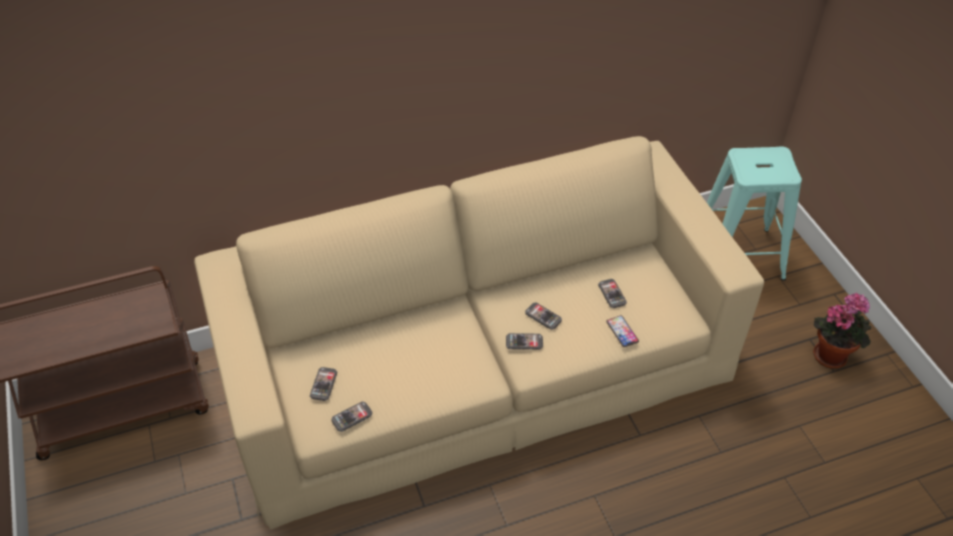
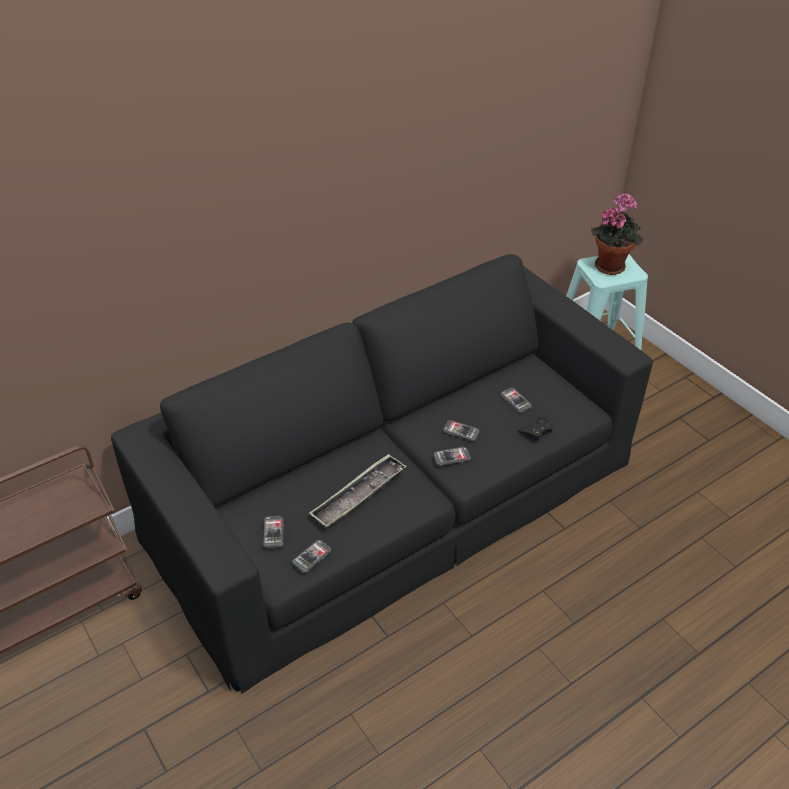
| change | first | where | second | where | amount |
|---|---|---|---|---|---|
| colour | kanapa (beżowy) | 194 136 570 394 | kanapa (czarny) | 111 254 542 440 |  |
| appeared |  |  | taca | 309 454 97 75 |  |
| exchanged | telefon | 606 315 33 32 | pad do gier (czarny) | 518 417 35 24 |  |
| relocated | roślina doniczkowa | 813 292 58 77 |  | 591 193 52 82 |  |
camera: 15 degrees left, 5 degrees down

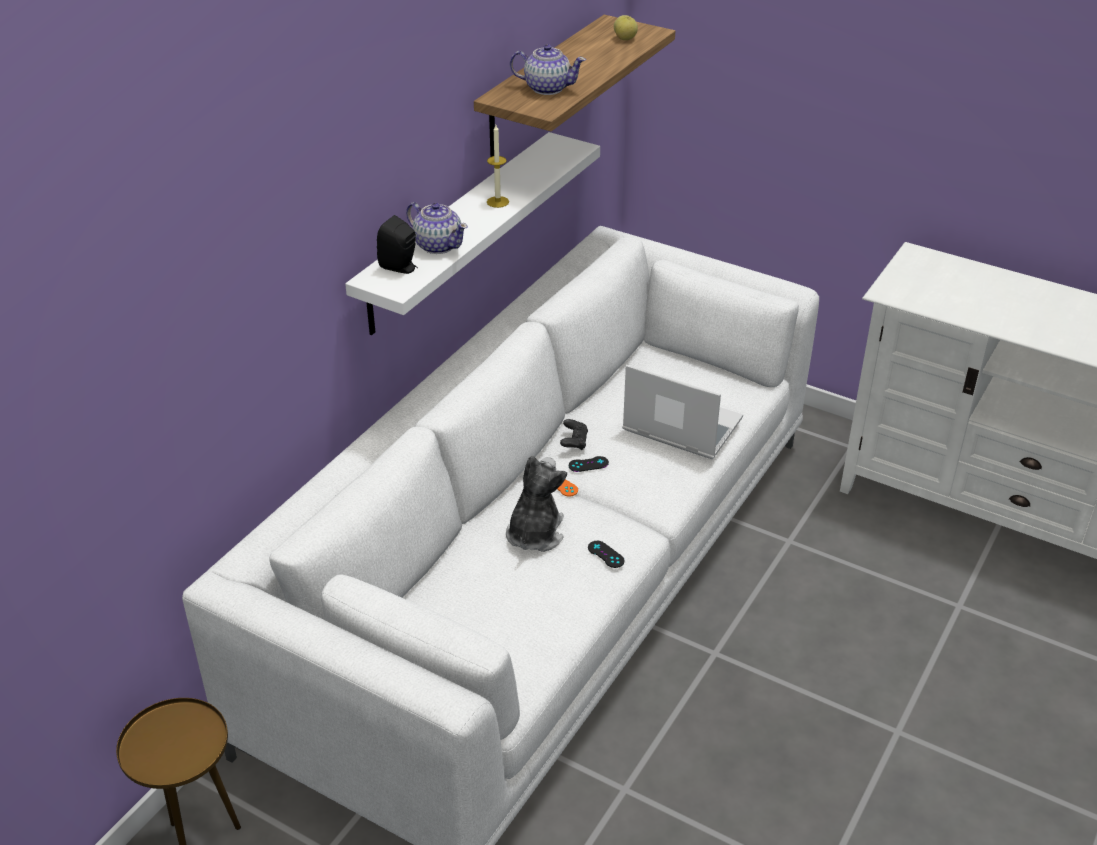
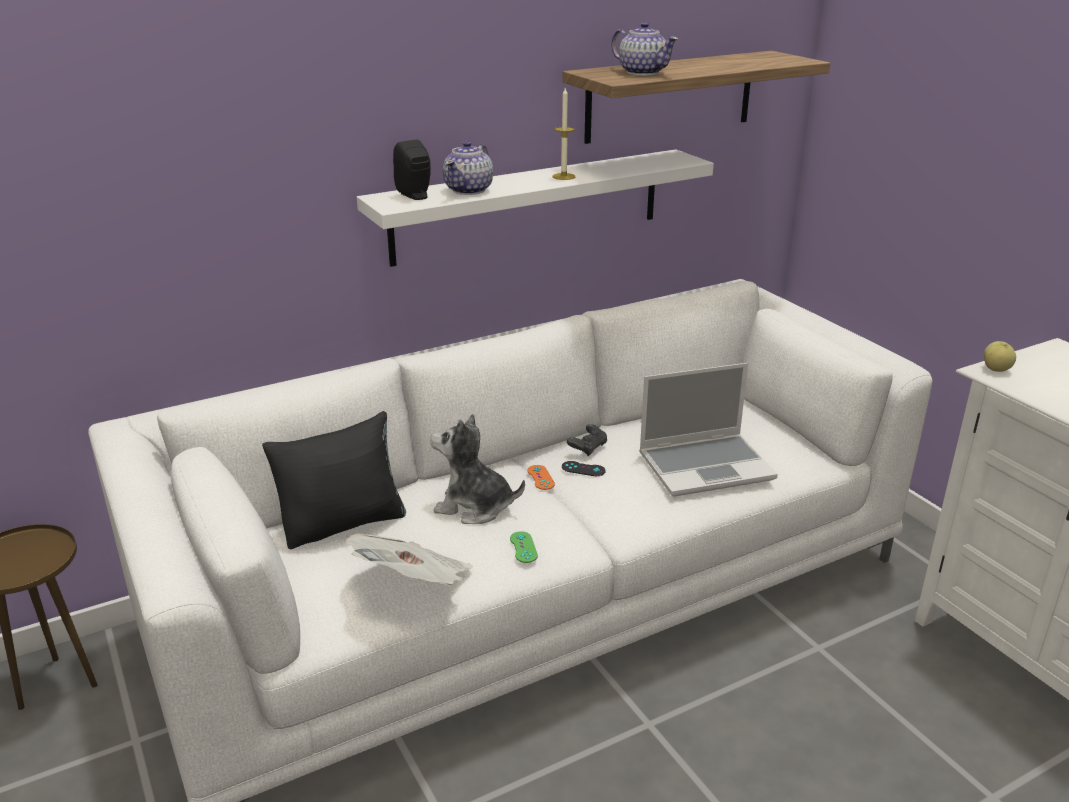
| change | first | where | second | where | amount |
|---|---|---|---|---|---|
| appeared |  |  | poduszka (czarny) | 262 411 144 138 |  |
| appeared |  |  | gazeta | 345 533 128 52 |  |
| spun | pluszak | 506 456 61 96 |  | 430 414 95 110 | 120 degrees counterclockwise |
| spun | imbryk | 406 202 62 52 |  | 443 141 50 54 | 45 degrees clockwise |
| colour | pad do gier (czarny) | 588 541 37 27 | pad do gier (zielony) | 510 531 28 32 |  |
| spun | laptop | 622 364 121 95 |  | 639 363 139 134 | 105 degrees clockwise |
| relocated | jabłko | 614 15 24 25 |  | 984 341 32 31 |  |
camera: 30 degrees right, 10 degrees down

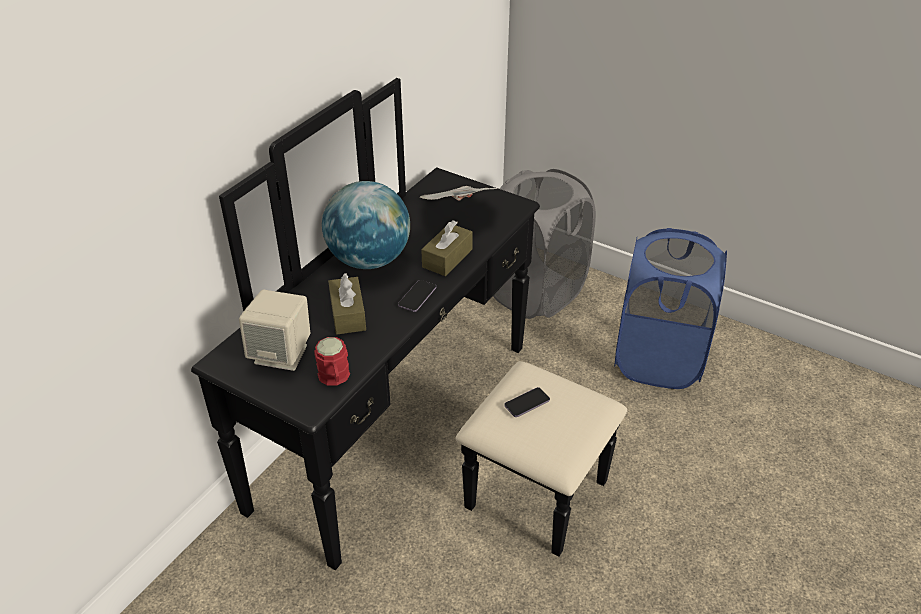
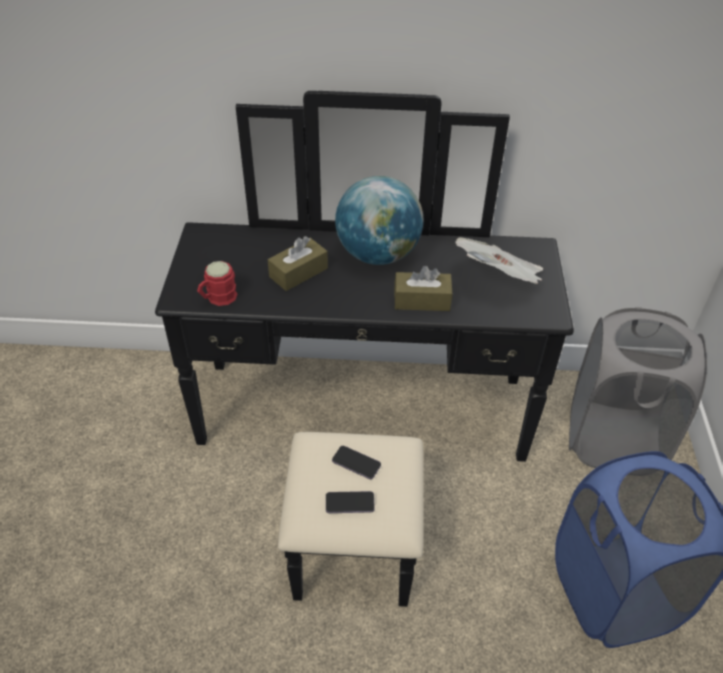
| change | first | where | second | where | amount |
|---|---|---|---|---|---|
| relocated | telefon | 398 280 38 32 |  | 326 491 49 22 |  |
| missing | głośnik (beżowy) | 239 290 71 81 |  |  |  |
camera: 60 degrees right, 5 degrees up

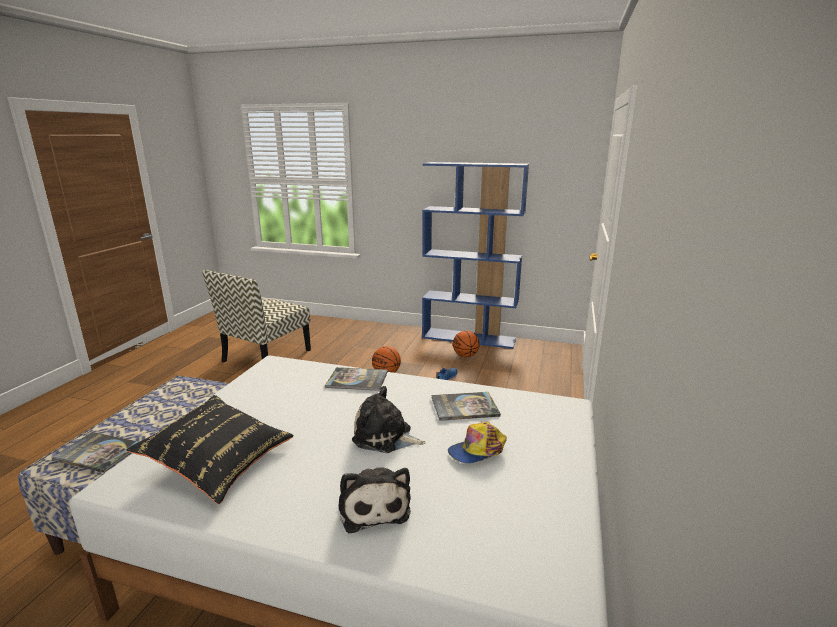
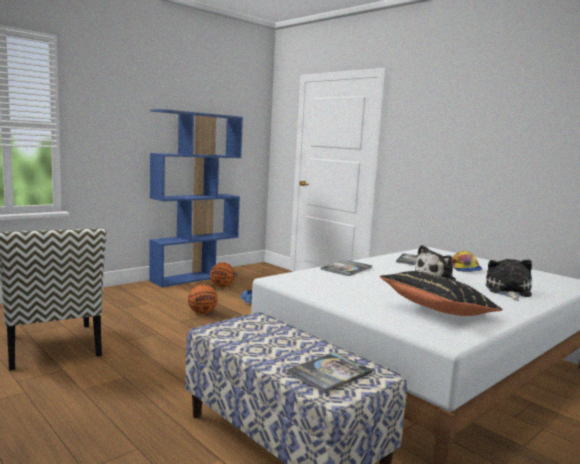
| change | first | where | second | where | amount |
|---|---|---|---|---|---|
| spun | pluszak | 339 467 72 66 |  | 485 259 47 42 | 90 degrees counterclockwise |
camera: 60 degrees left, 10 degrees down

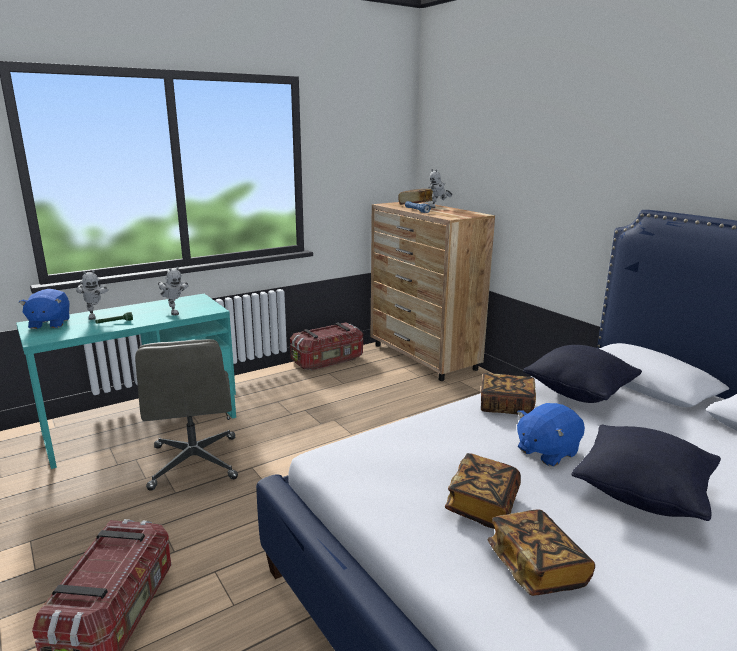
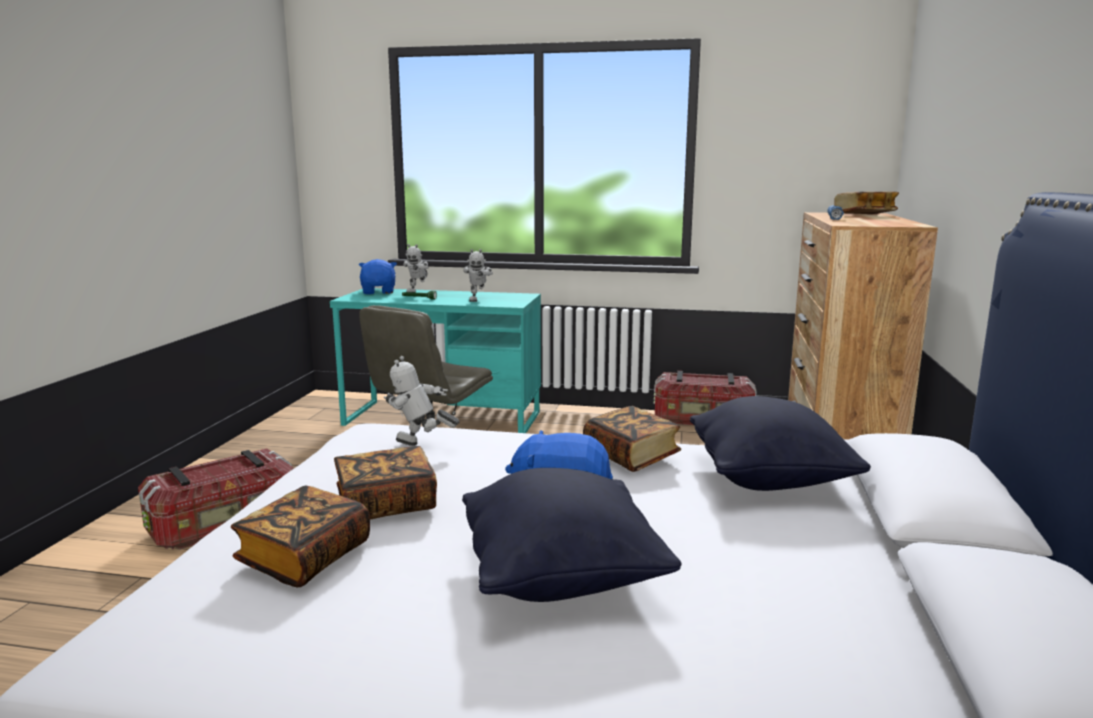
| change | first | where | second | where | amount |
|---|---|---|---|---|---|
| spun | pluszak (niebieski) | 19 289 51 40 |  | 359 259 38 35 | 135 degrees clockwise |
| relocated | robot zabawkowy | 428 169 25 39 |  | 384 356 75 90 |  |
camera: 45 degrees right, 5 degrees down

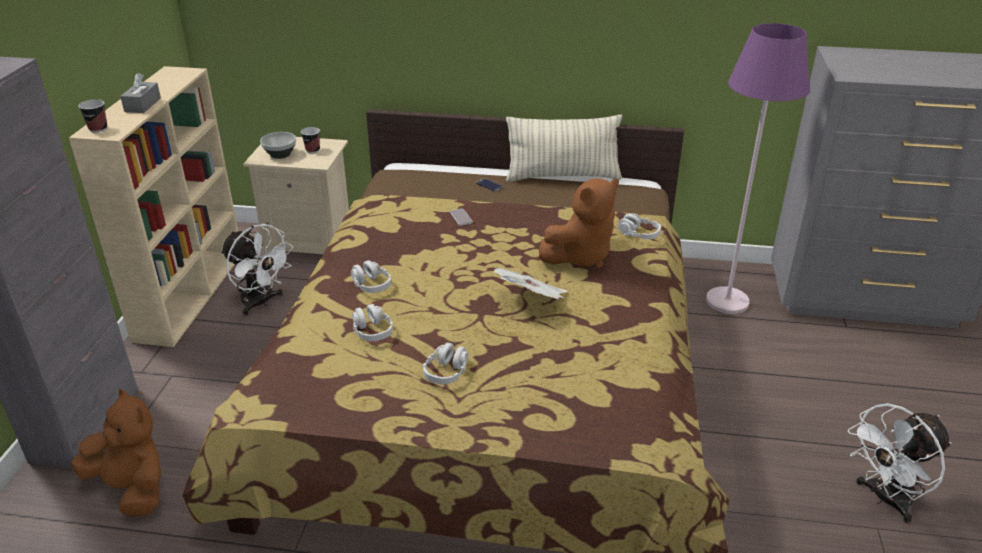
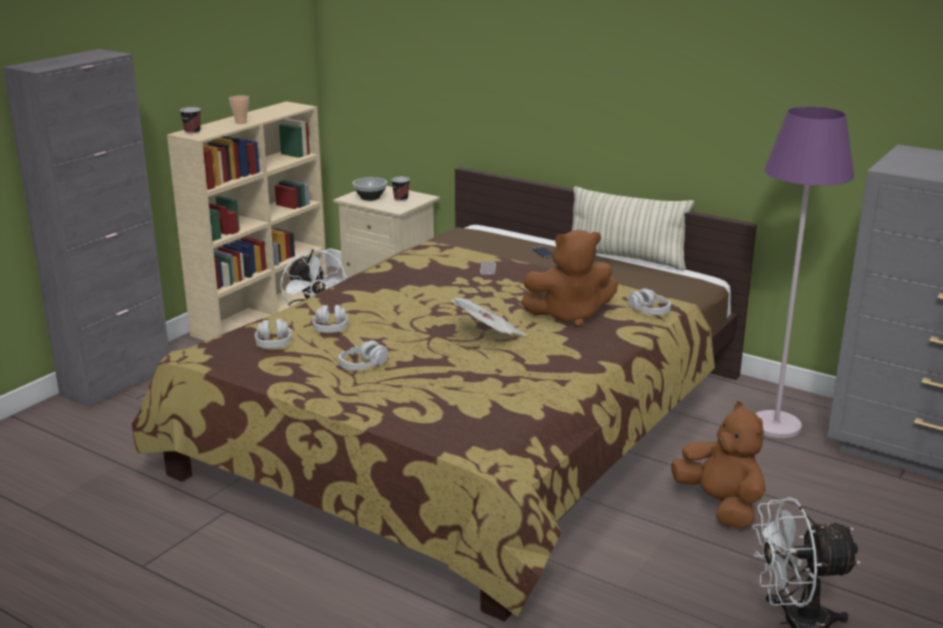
| change | first | where | second | where | amount |
|---|---|---|---|---|---|
| exchanged | pudełko chusteczek (szary) | 120 73 41 40 | filiżanka | 229 95 20 29 |  |
| relocated | słuchawki (szary) | 351 260 40 33 |  | 254 319 38 29 |  |
| relocated | pluszak (brązowy) | 71 389 90 128 |  | 671 401 95 127 |  |
camera: 25 degrees right, 10 degrees down

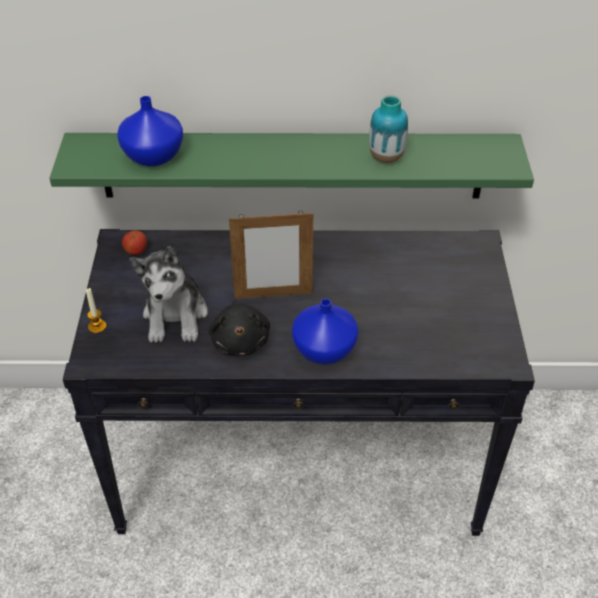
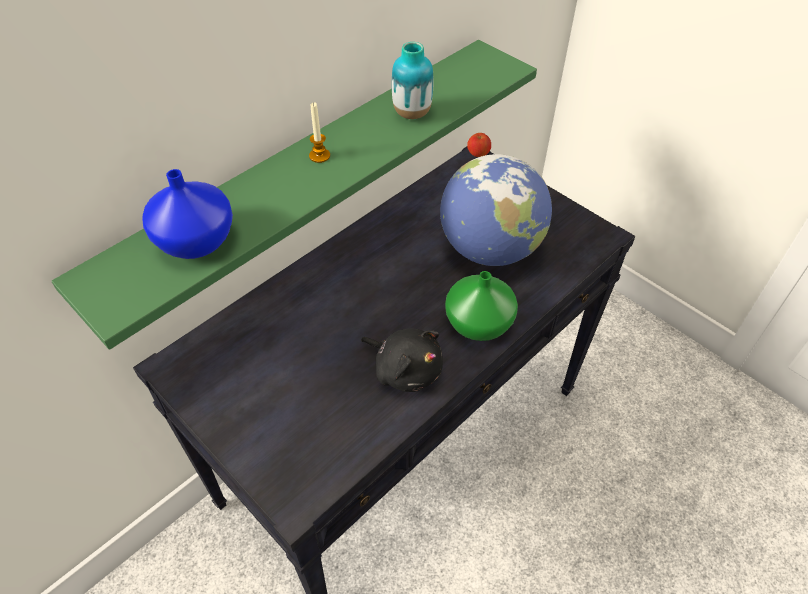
| change | first | where | second | where | amount |
|---|---|---|---|---|---|
| relocated | świeca | 86 288 20 45 |  | 309 102 21 61 |  |
| appeared |  |  | globus | 440 154 112 112 |  |
| colour | wazon (niebieski) | 292 299 66 66 | wazon (zielony) | 445 271 73 70 |  |
| relocated | jabłko | 122 230 25 25 |  | 467 133 24 24 |  |
| missing | pluszak | 129 246 79 97 |  |  |  |
| missing | ramka na zdjęcie | 229 210 84 89 |  |  |  |
camera: 45 degrees left, 5 degrees up

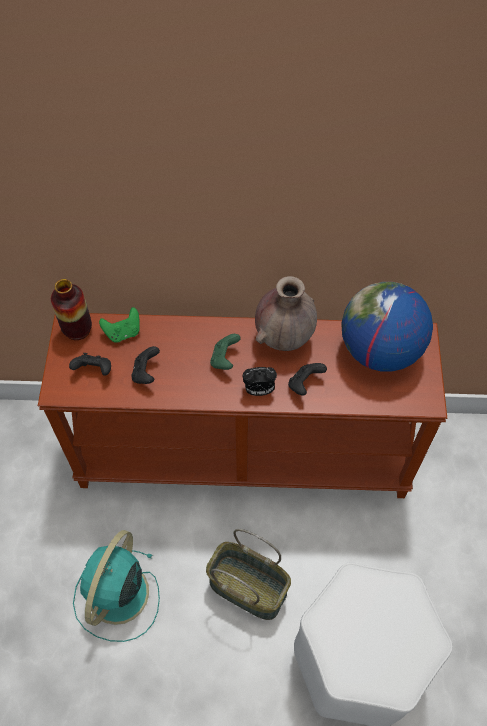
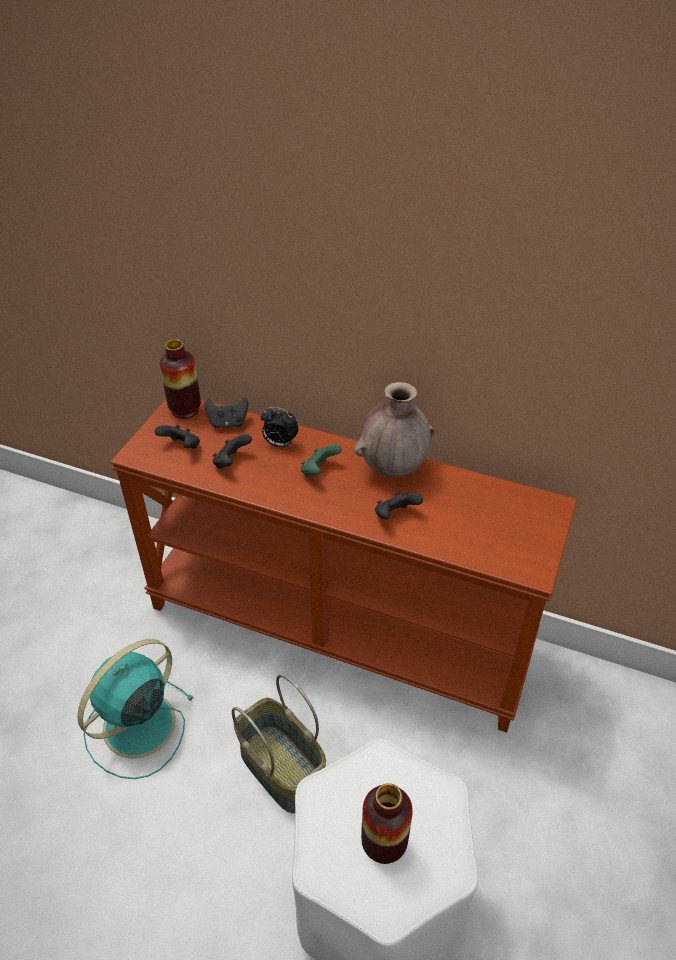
| change | first | where | second | where | amount |
|---|---|---|---|---|---|
| colour | pad do gier (zielony) | 99 307 41 35 | pad do gier (czarny) | 205 397 43 31 |  |
| relocated | budzik | 243 367 34 29 |  | 261 407 38 40 |  |
| appeared |  |  | wazon | 361 783 52 81 |  |
| missing | globus | 341 282 92 90 |  |  |  |
camera: 20 degrees right, 15 degrees down

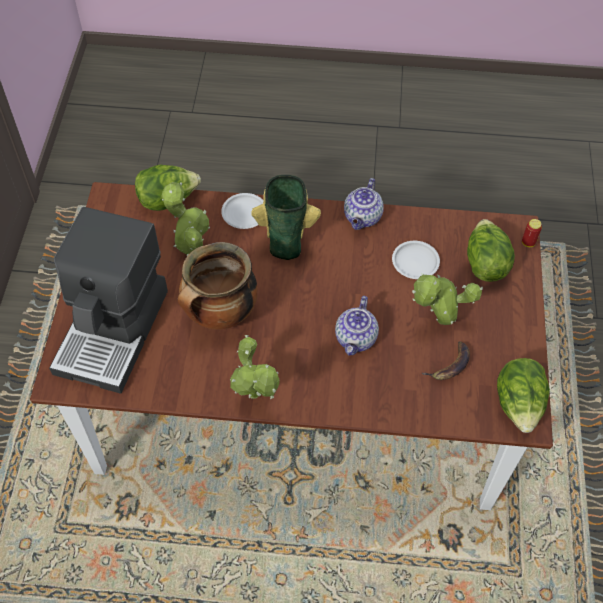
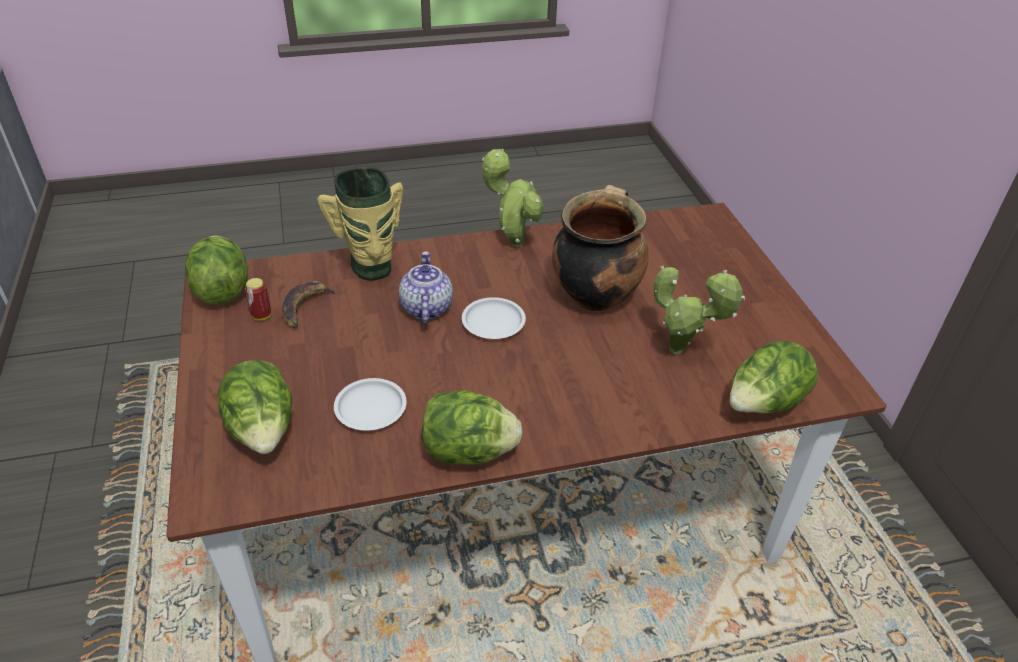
| change | first | where | second | where | amount |
|---|---|---|---|---|---|
| relocated | puszka | 522 219 20 28 |  | 245 278 26 43 |  |
| relocated | wazon | 251 175 70 85 |  | 317 167 86 114 |  |
| exchanged | imbryk | 344 178 40 52 | sałata | 422 390 101 75 |  |
| relocated | talerz (biały) | 221 193 42 36 |  | 462 297 64 42 |  |
| missing | ekspres do kawy | 49 207 119 187 |  |  |  |
| missing | roślina doniczkowa | 412 273 71 52 |  |  |  |
camera: 160 degrees right, 15 degrees down

